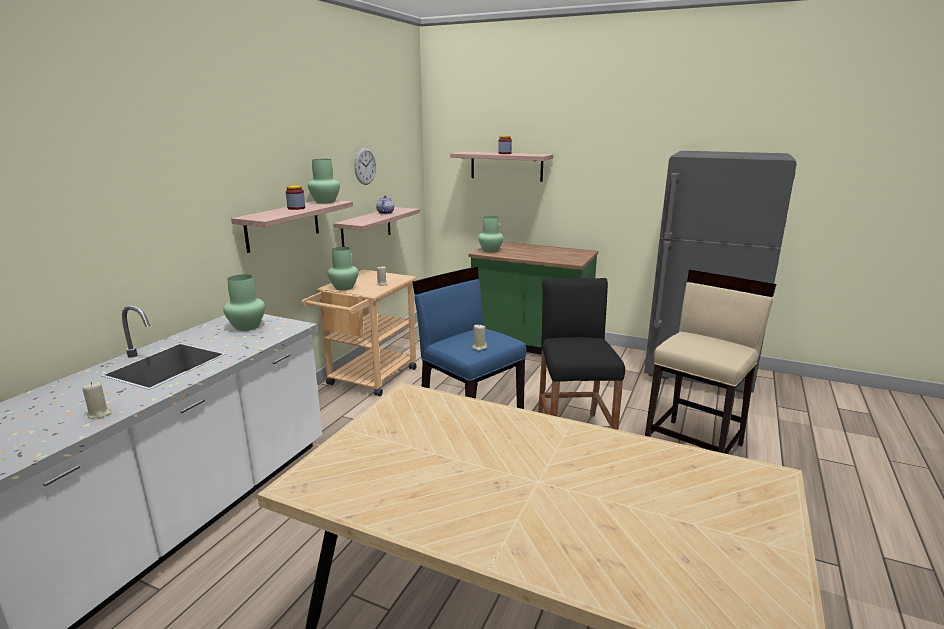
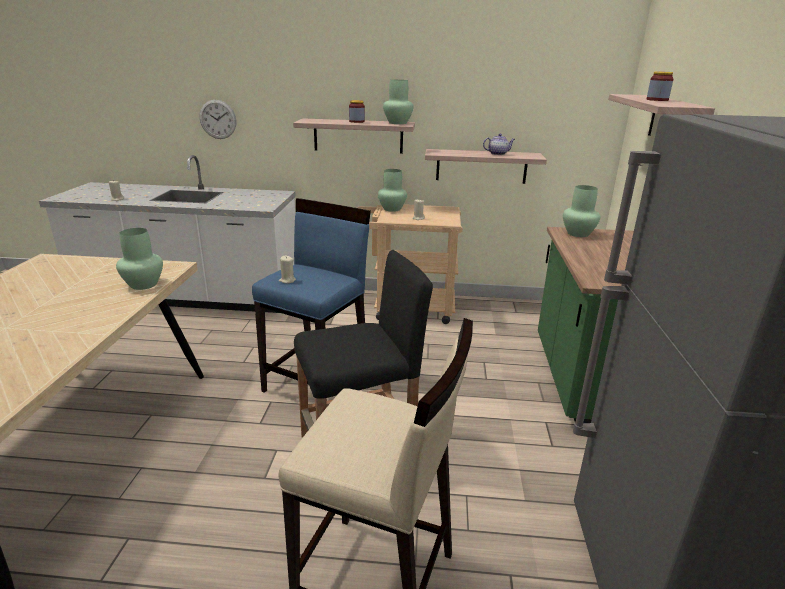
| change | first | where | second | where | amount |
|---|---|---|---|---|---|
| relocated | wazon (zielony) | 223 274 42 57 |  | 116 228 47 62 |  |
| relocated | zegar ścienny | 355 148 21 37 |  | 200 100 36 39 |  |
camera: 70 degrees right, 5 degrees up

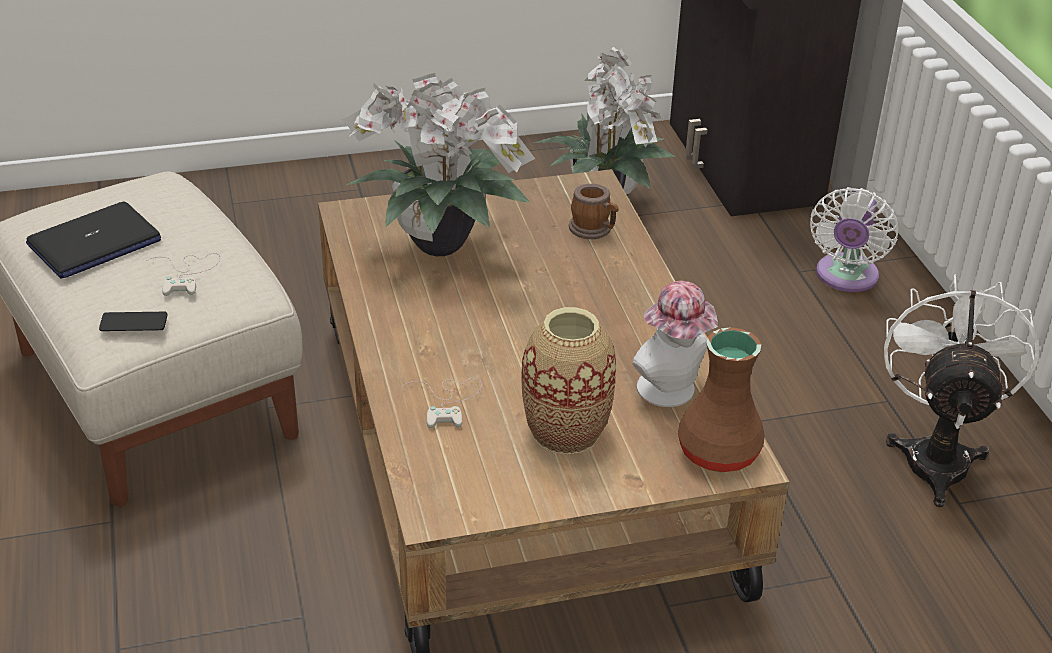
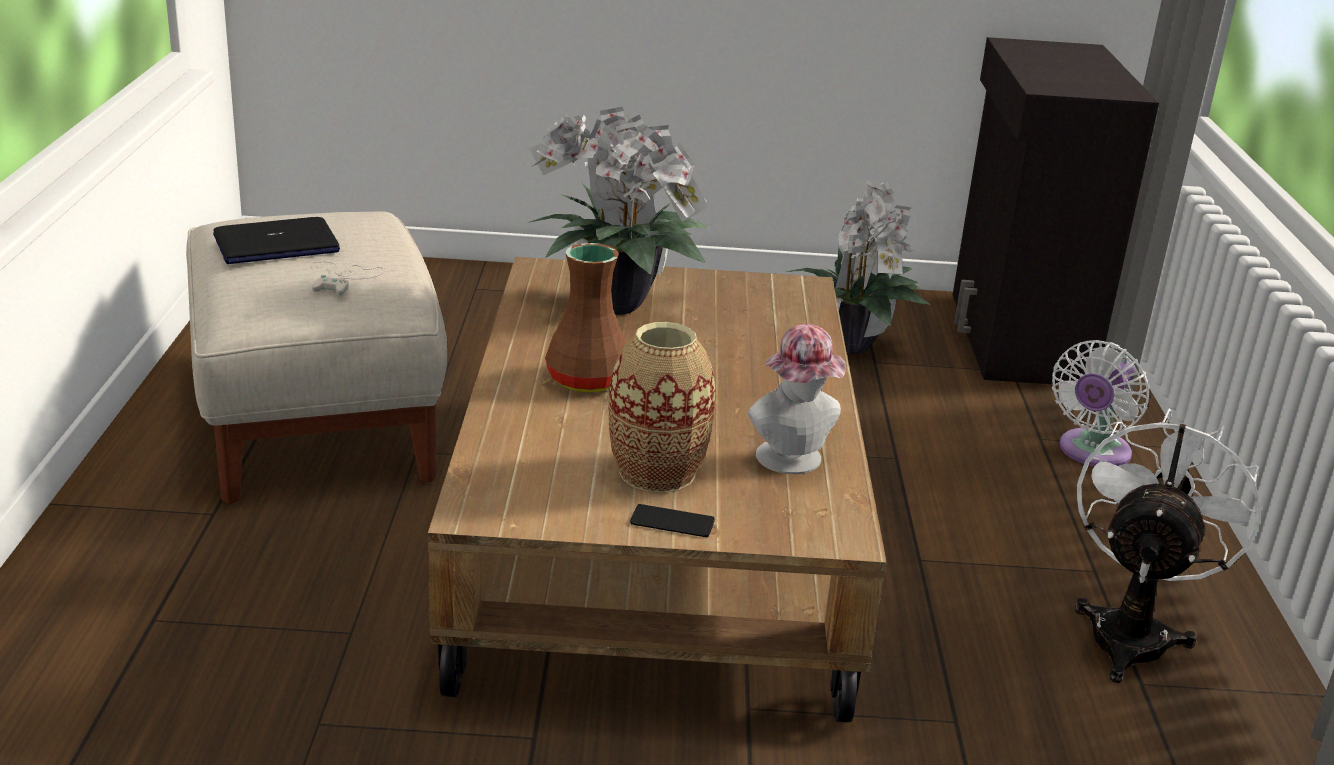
| change | first | where | second | where | amount |
|---|---|---|---|---|---|
| relocated | wazon (brązowy) | 678 327 87 145 |  | 545 243 82 150 |  |
| relocated | telefon | 99 312 68 19 |  | 630 504 85 33 |  |
| missing | pad do gier (biały) | 402 377 80 51 |  |  |  |
| missing | kubek | 569 184 49 55 |  |  |  |
camera: 15 degrees right, 10 degrees down

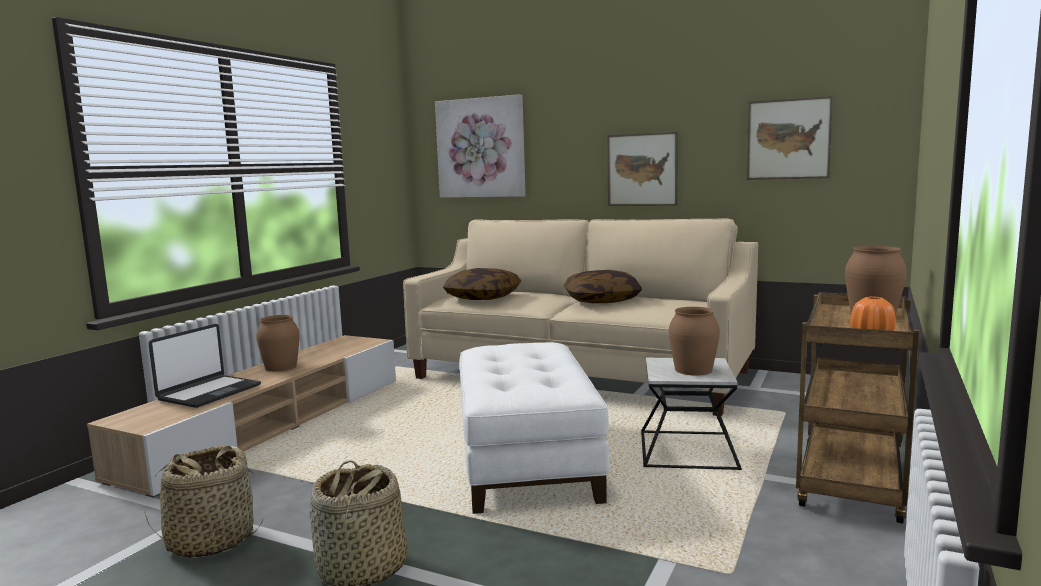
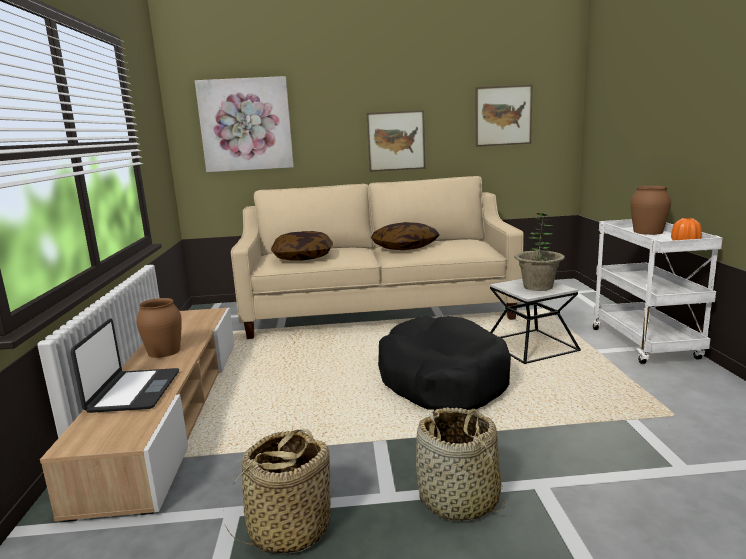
| change | first | where | second | where | amount |
|---|---|---|---|---|---|
| exchanged | pufa (biały) | 459 342 150 172 | legowisko (czarny) | 378 316 133 95 |  |
| exchanged | wazon (brązowy) | 669 307 51 68 | roślina doniczkowa | 514 213 51 78 |  |
| colour | wózek (brązowy) | 796 292 123 231 | wózek (biały) | 593 219 130 145 |  |
camera: 30 degrees left, 5 degrees up

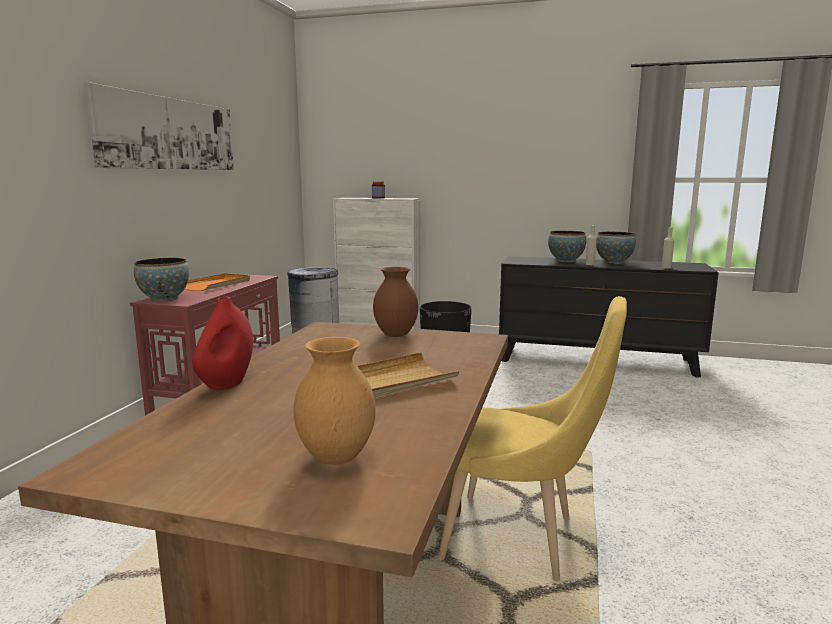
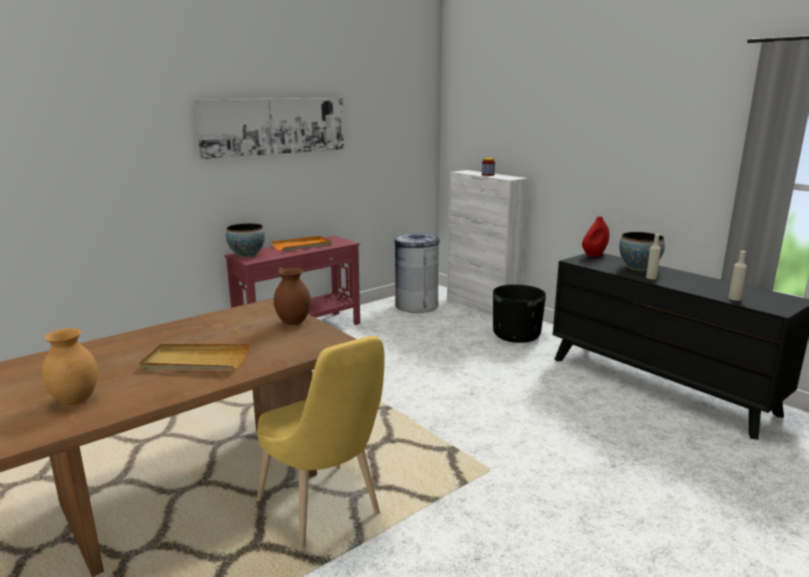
| change | first | where | second | where | amount |
|---|---|---|---|---|---|
| relocated | wazon (czerwony) | 192 296 61 94 |  | 582 216 27 41 |  |
| missing | miska | 596 231 40 33 |  |  |  |
camera: 35 degrees right, 5 degrees up

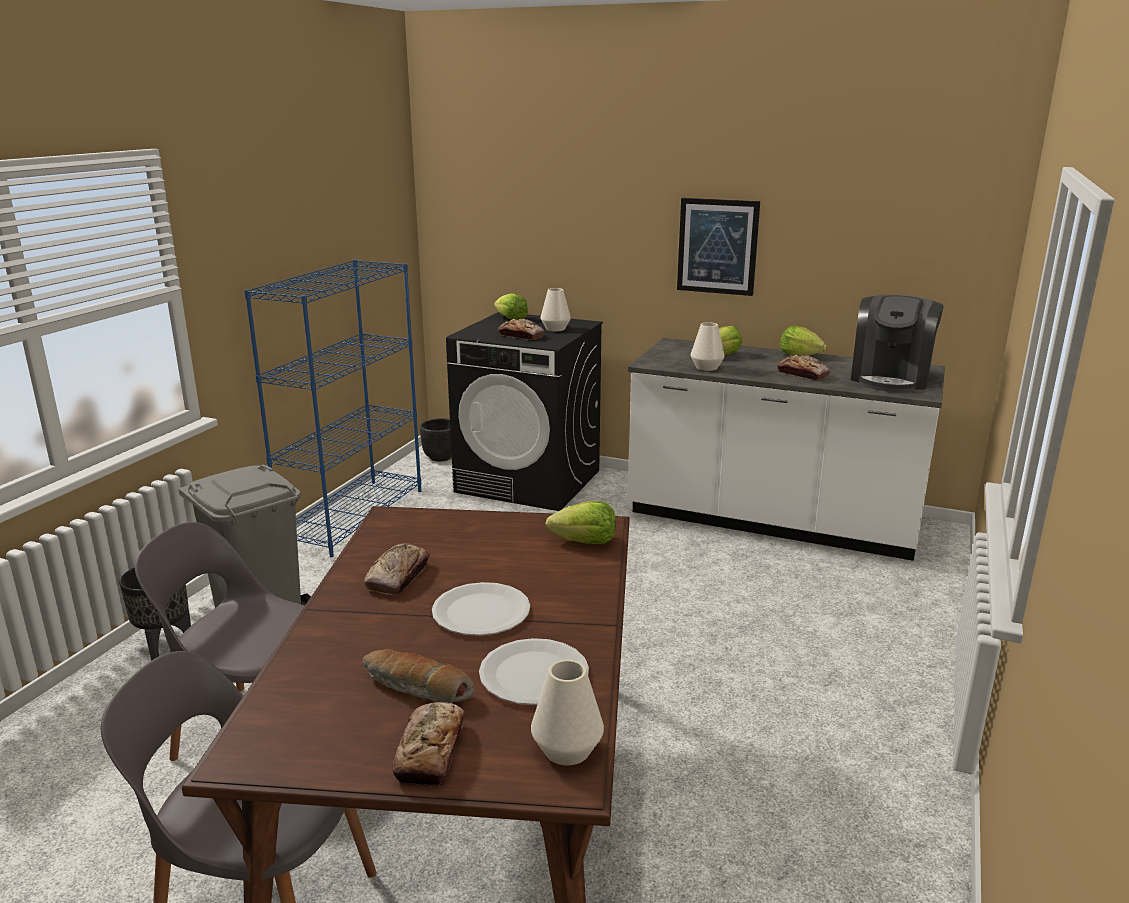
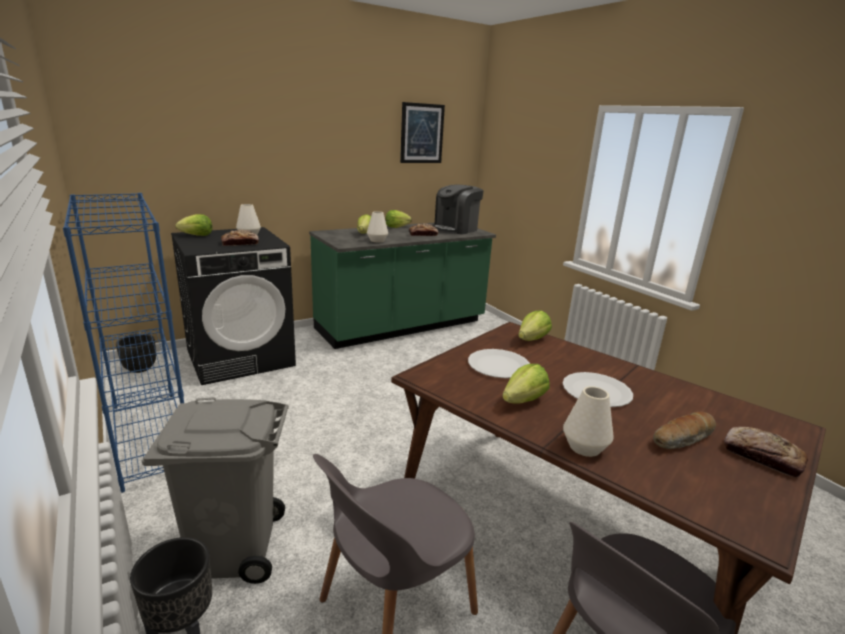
| change | first | where | second | where | amount |
|---|---|---|---|---|---|
| colour | zabudowa kuchenna (biały) | 628 338 317 223 | zabudowa kuchenna (zielony) | 309 223 187 126 |  |
| relocated | obraz | 677 198 83 98 |  | 400 102 45 61 |  |
| spun | ekspres do kawy | 851 295 93 97 |  | 433 185 51 49 | 75 degrees clockwise |
| relocated | talerz (biały) | 479 638 110 67 |  | 468 349 62 29 |  |
| exchanged | chleb | 364 543 66 52 | sałata | 502 364 47 40 |  |
| relocated | wazon (biały) | 531 660 73 105 |  | 563 386 51 71 |  |
camera: 55 degrees left, 0 degrees up

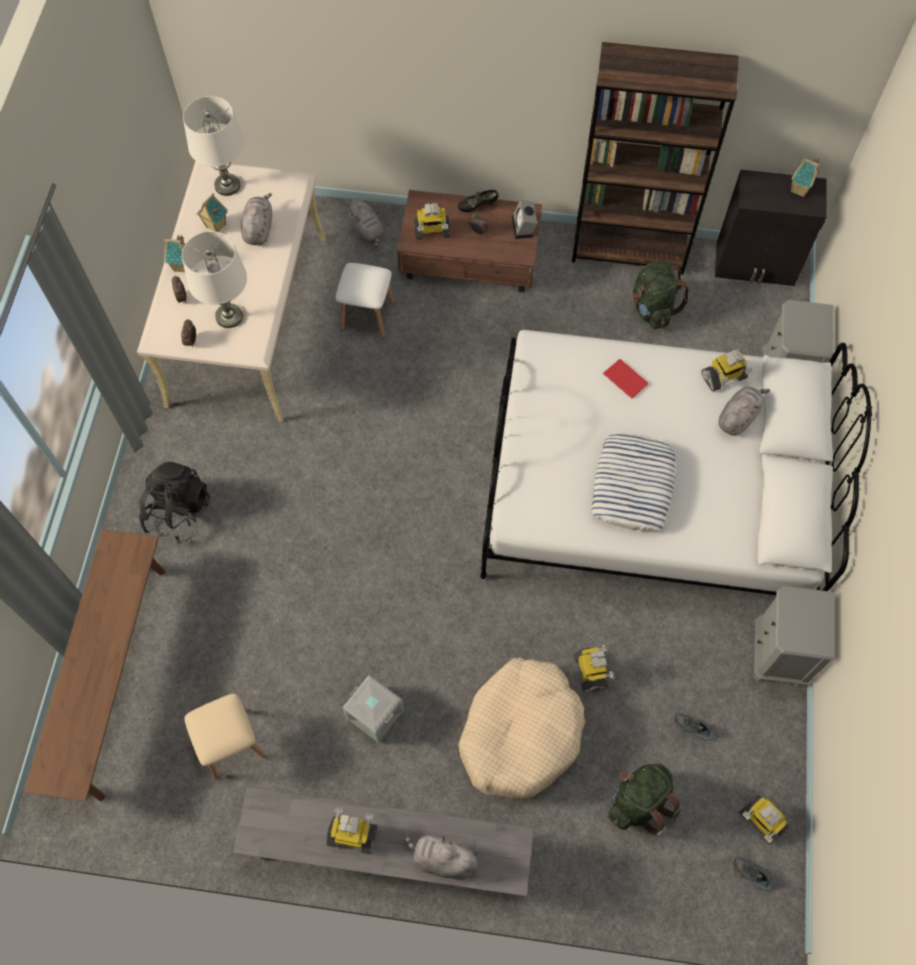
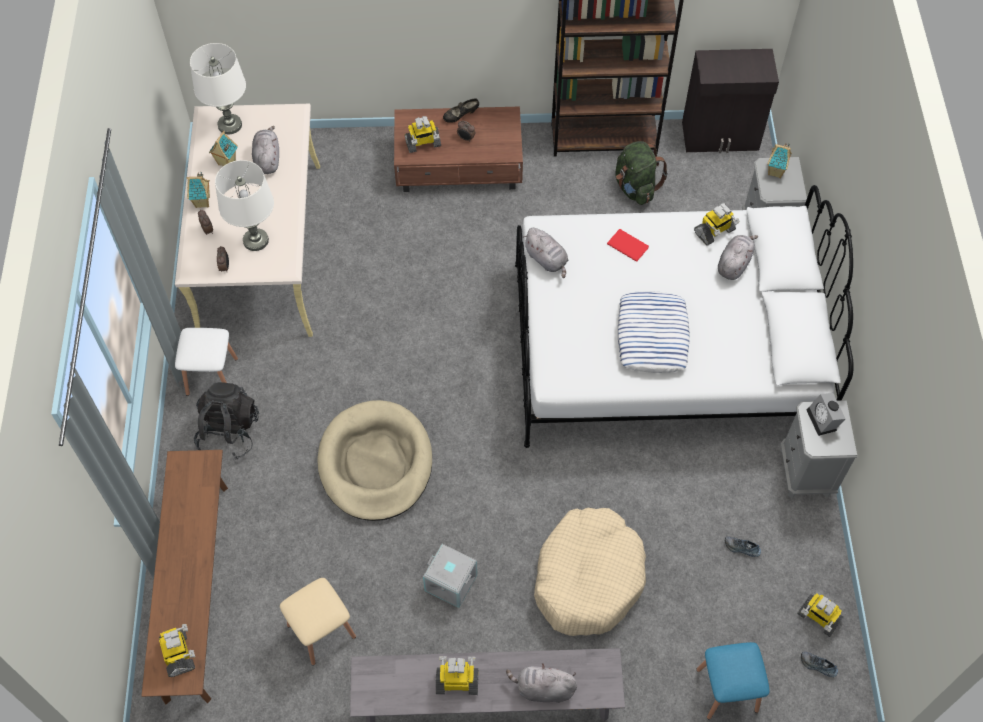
| change | first | where | second | where | amount |
|---|---|---|---|---|---|
| relocated | robot zabawkowy | 574 645 41 48 |  | 159 624 36 53 |  |
| relocated | stołek (biały) | 336 263 58 75 |  | 175 328 63 68 |  |
| appeared |  |  | legowisko (beżowy) | 317 400 115 121 |  |
| relocated | pluszak (szary) | 346 198 38 50 |  | 523 228 45 50 |  |
| appeared |  |  | stołek (niebieski) | 696 642 74 77 |  |
| relocated | domek | 791 158 29 39 |  | 767 143 25 35 |  |
| relocated | budzik | 512 200 25 39 |  | 807 393 38 43 |  |
| missing | plecak (zielony) | 608 764 73 72 |  |  |  |
camera: 10 degrees left, 5 degrees down

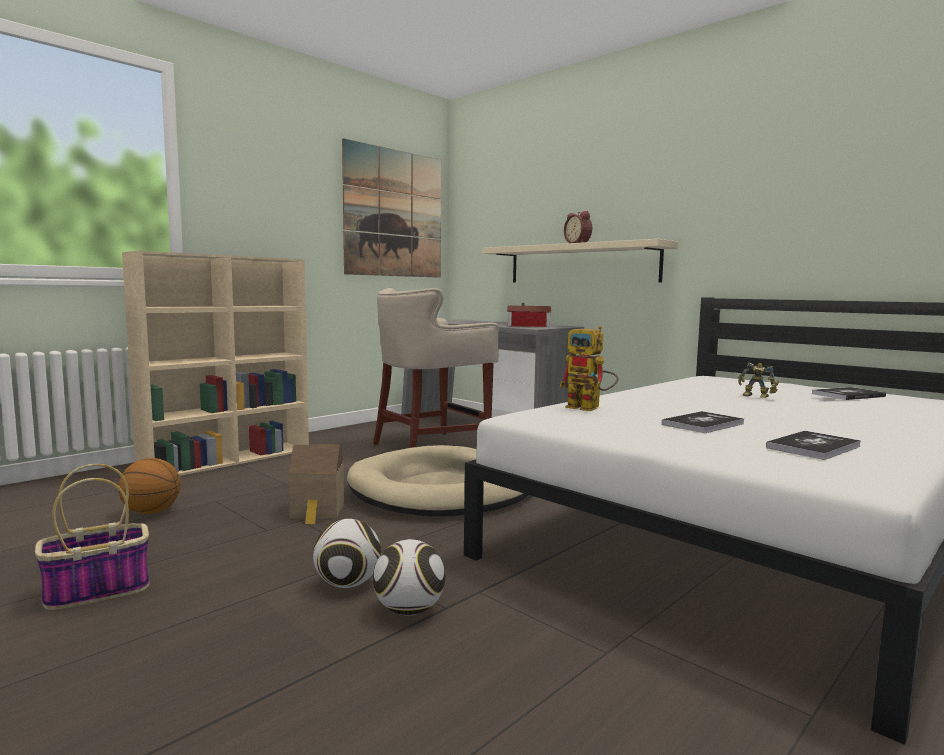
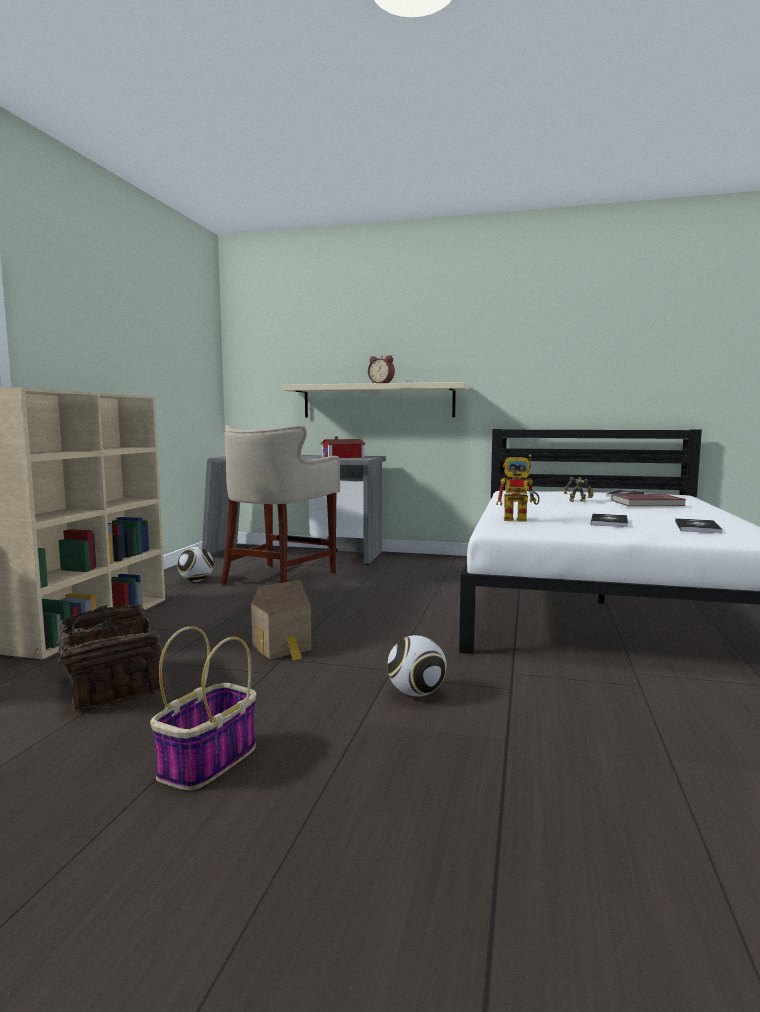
| change | first | where | second | where | amount |
|---|---|---|---|---|---|
| exchanged | piłka do koszykówki | 118 458 63 56 | koszyk | 32 605 134 108 |  |
| relocated | piłka futbolowa | 373 539 73 76 |  | 177 547 37 35 |  |
| appeared |  |  | książka (czerwony) | 611 494 75 12 |  |
| missing | obraz | 342 138 99 140 |  |  |  |
| missing | legowisko (beżowy) | 347 445 181 72 |  |  |  |
camera: 30 degrees left, 0 degrees up

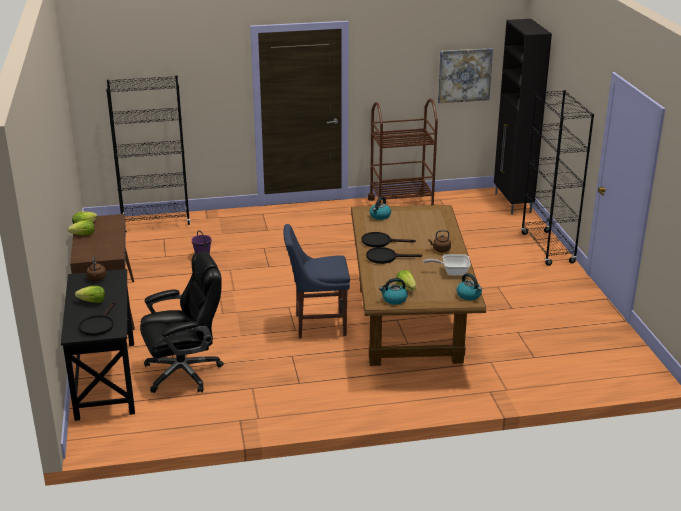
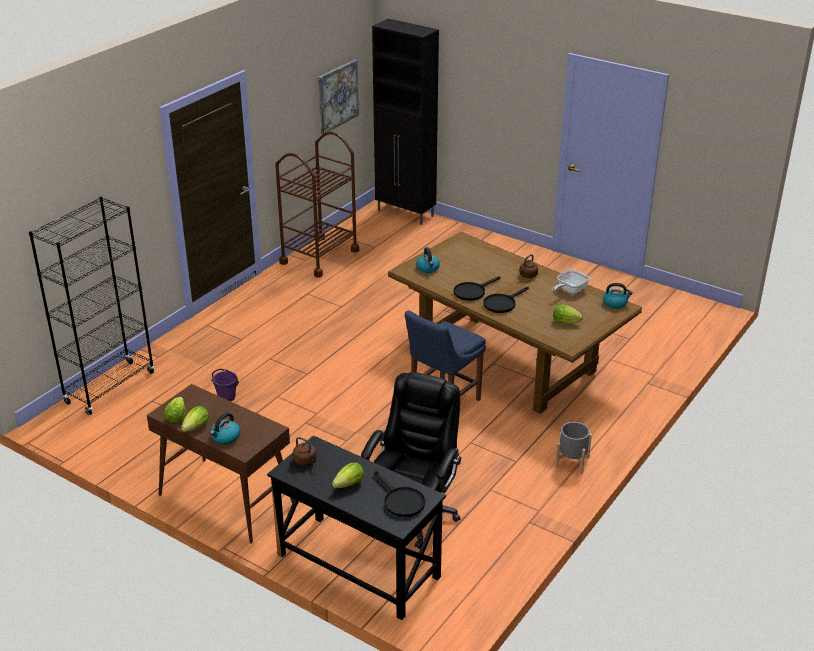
| change | first | where | second | where | amount |
|---|---|---|---|---|---|
| relocated | czajnik | 379 278 29 27 |  | 210 412 30 33 |  |
| appeared |  |  | donica (szary) | 555 422 37 52 |  |
| missing | regał (czarny) | 521 90 73 176 |  |  |  |
camera: 45 degrees left, 5 degrees up

